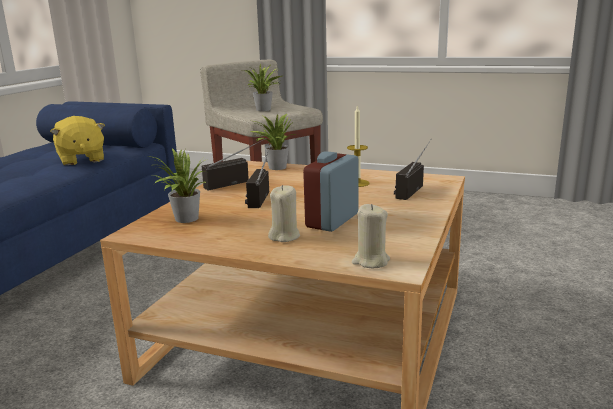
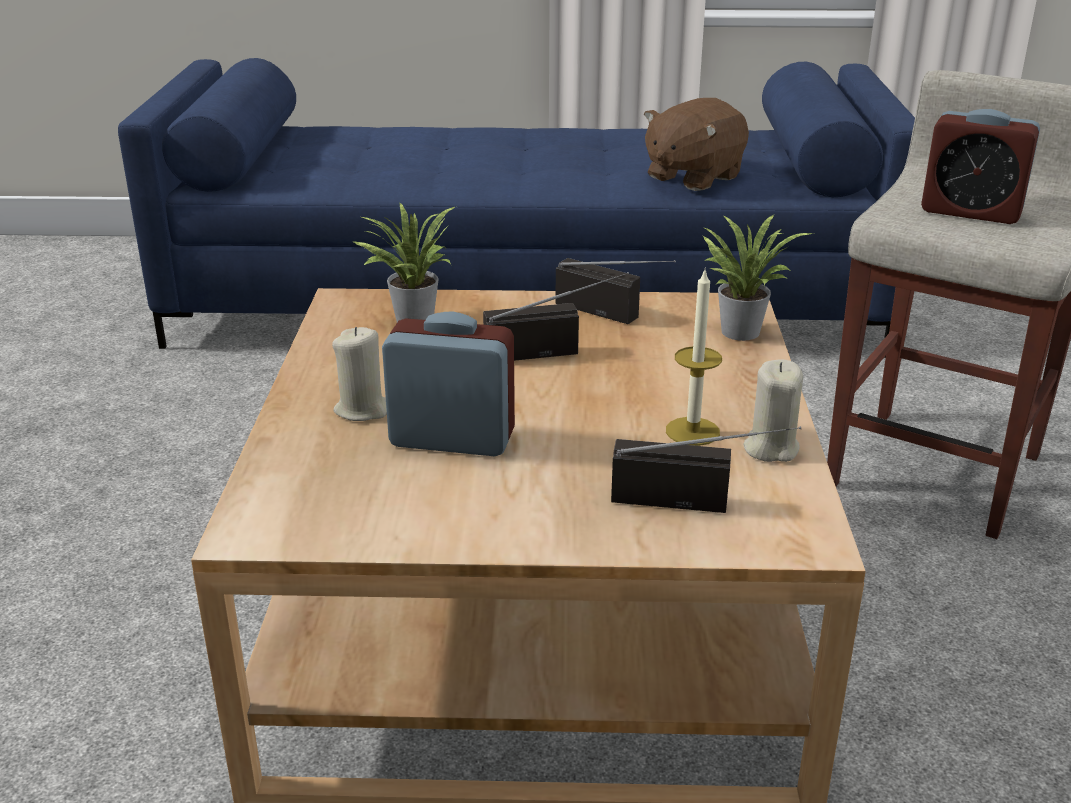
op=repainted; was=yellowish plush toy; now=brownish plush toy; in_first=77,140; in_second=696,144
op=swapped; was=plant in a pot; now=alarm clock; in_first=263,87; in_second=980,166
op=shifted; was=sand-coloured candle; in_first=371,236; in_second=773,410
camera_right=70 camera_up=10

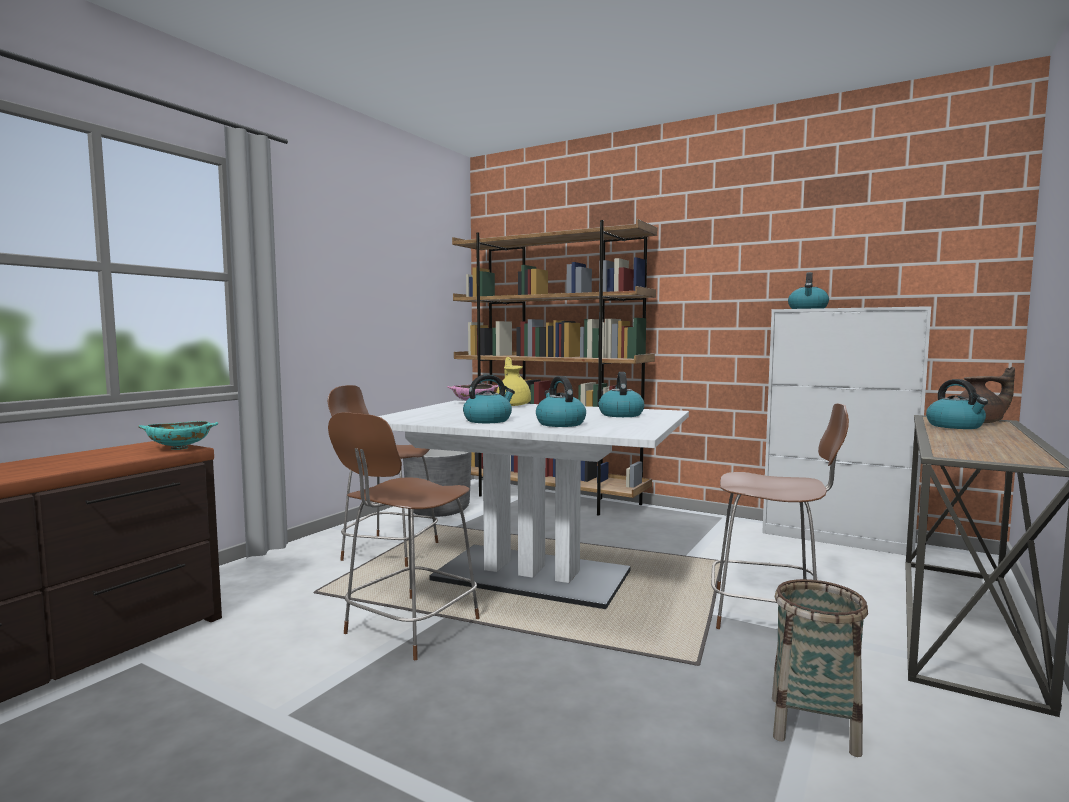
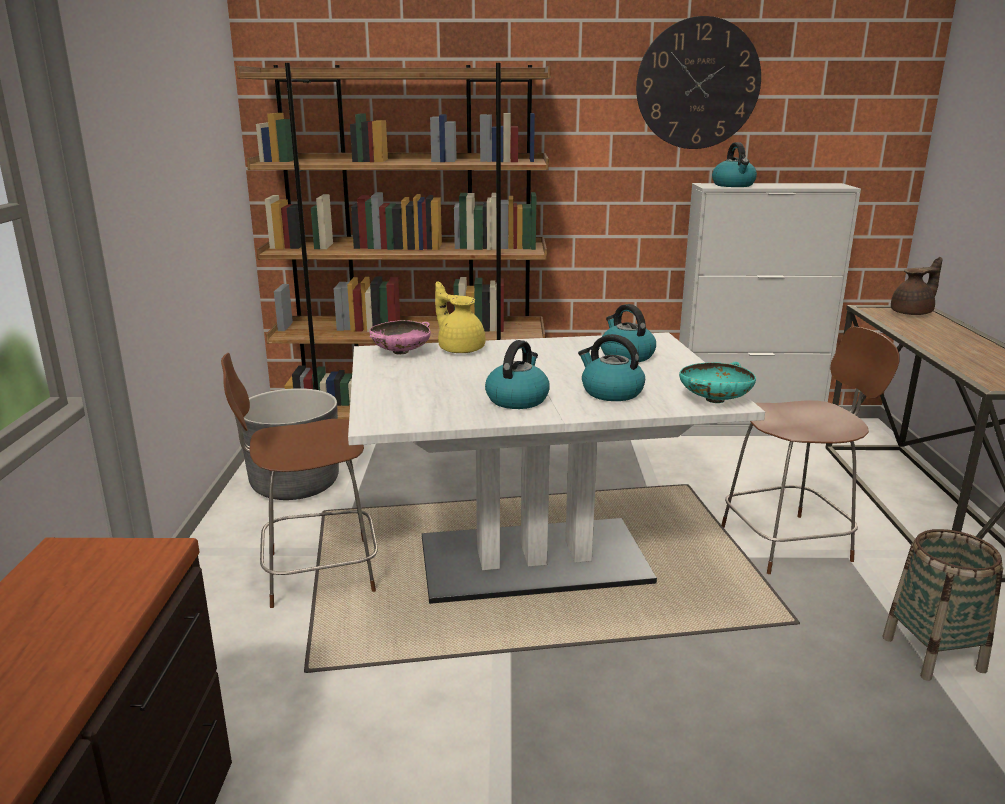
op=shifted; was=blue-green serving bowl; in_first=178,435; in_second=717,382
op=gone; was=brownish stool seat; in_first=404,536
op=gone; was=water kettle; in_first=957,404
op=new; now=clock on the wall; in_second=698,82
camera_right=-30 camera_up=15

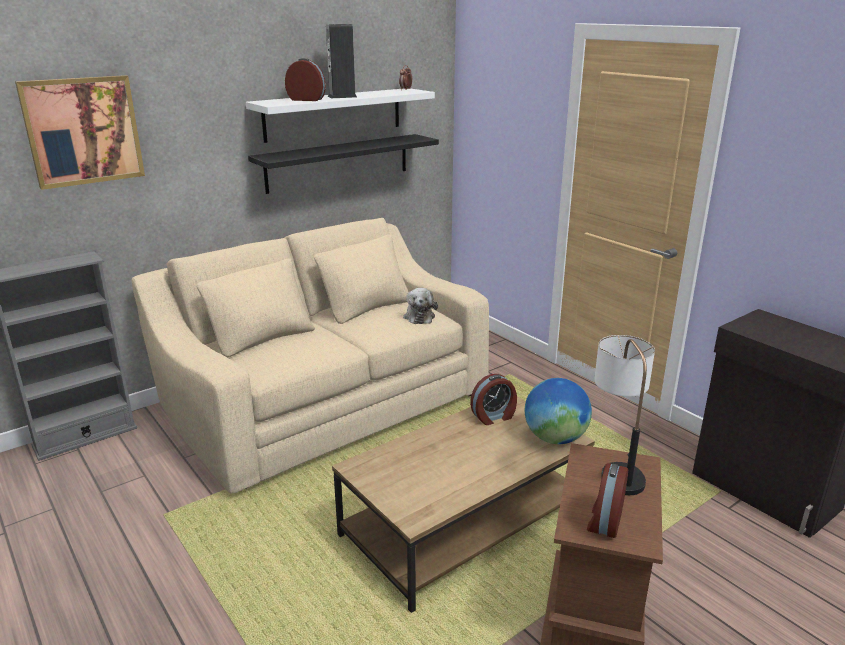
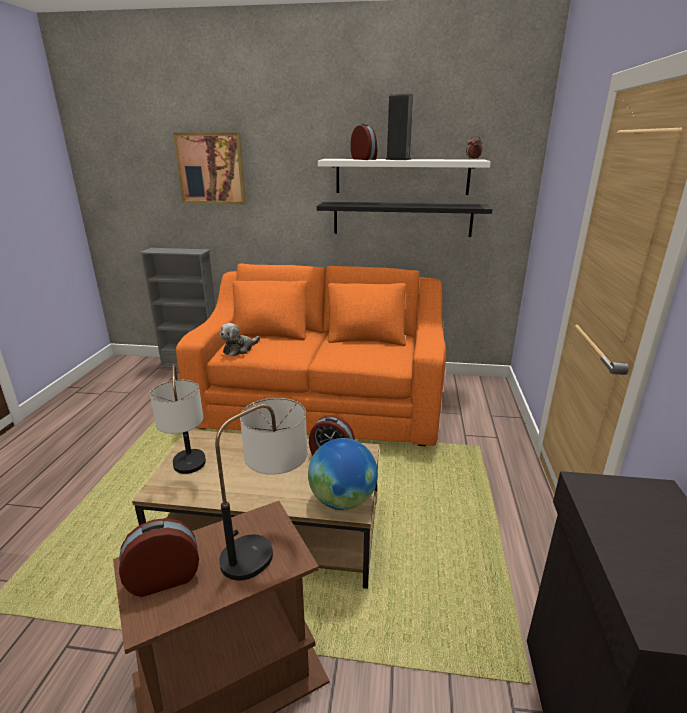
op=repainted; was=sand-coloured sofa; now=orange-coloured sofa; in_first=310,356; in_second=311,354
op=shifted; was=plush toy; in_first=420,306; in_second=240,340
op=new; now=table lamp; in_second=178,419
camera_right=45 camera_up=0

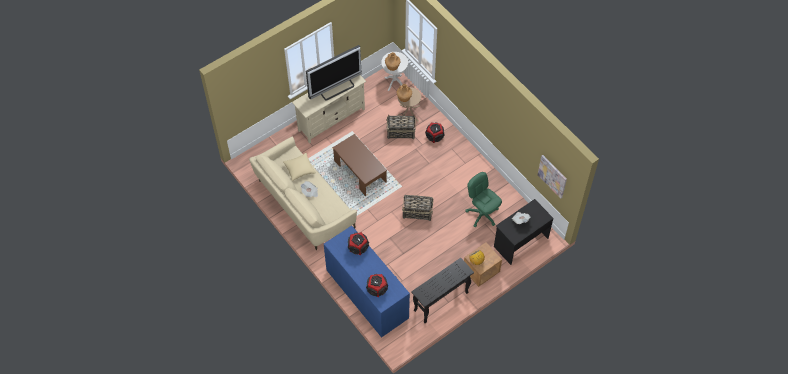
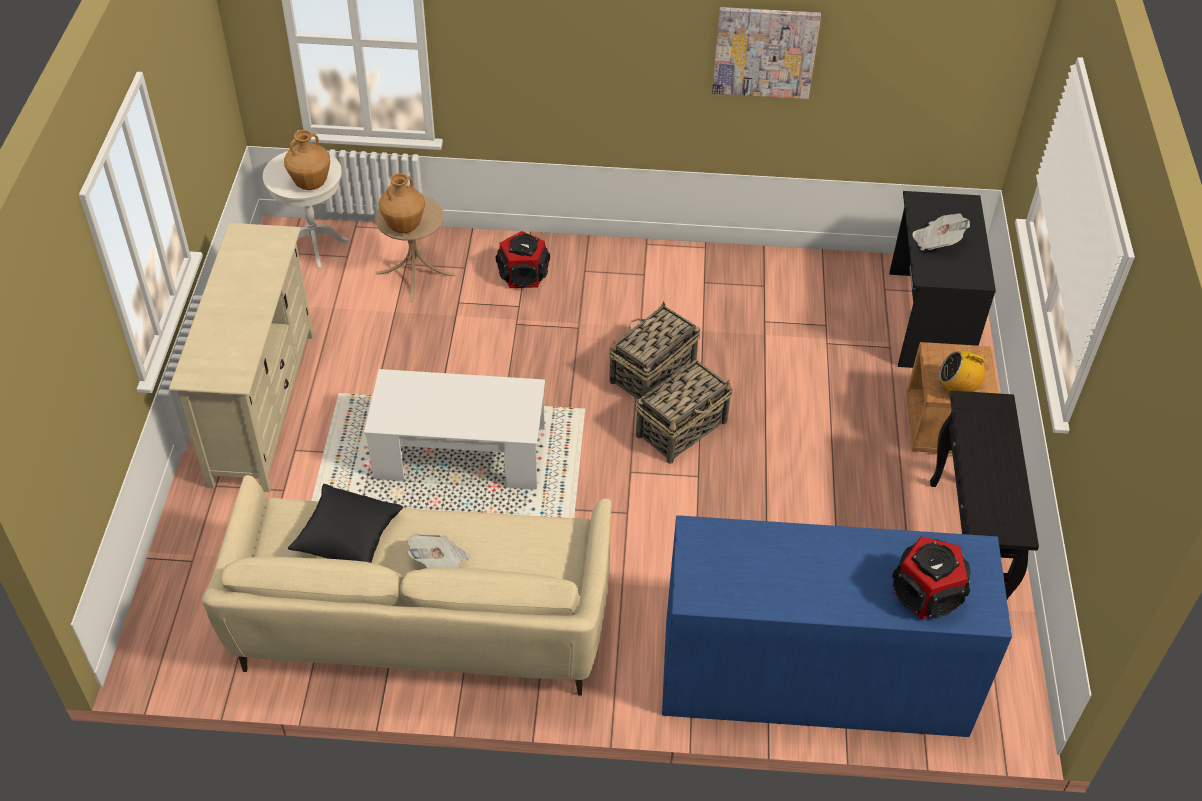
op=repainted; was=sand-coloured pillow; now=black-coloured pillow; in_first=299,167; in_second=345,523
op=gone; was=TV set; in_first=334,73
op=repainted; was=brownish coffee table; now=white-coloured coffee table; in_first=360,165; in_second=454,429
op=gone; was=loudspeaker; in_first=358,243
op=shifted; was=basket; in_first=401,126; in_second=655,350
op=gone; was=green-coloured office chair; in_first=483,199
op=shifted; was=wall picture; in_first=552,176; in_second=766,53
camera_right=-50 camera_up=-10

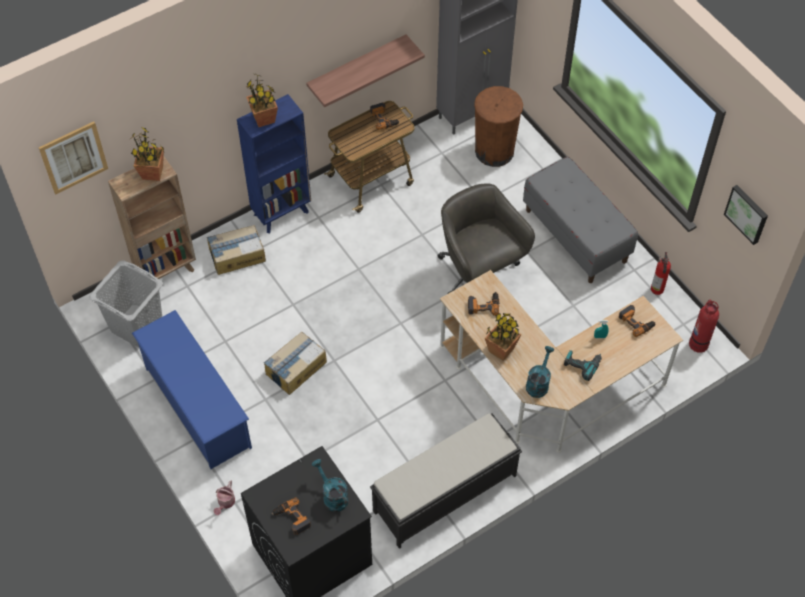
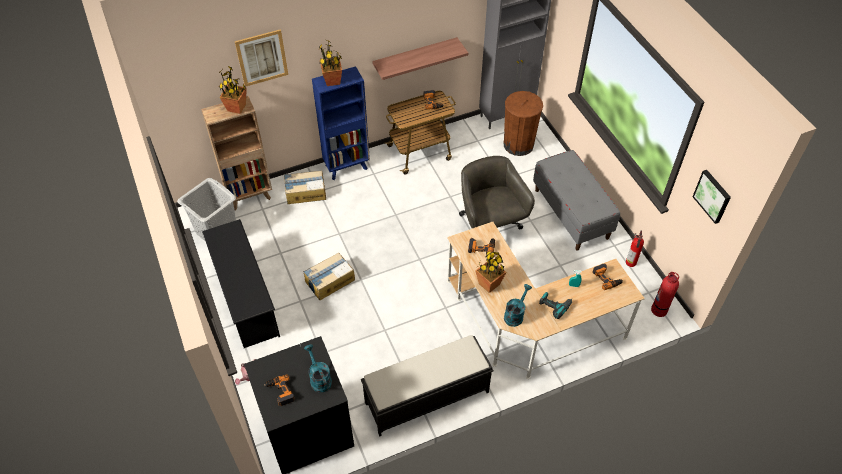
op=shifted; was=wall picture; in_first=73,158; in_second=261,58
op=repainted; was=blue shoe stand; now=black-coloured shoe stand; in_first=192,389; in_second=241,283
camera_right=10 camera_up=-5

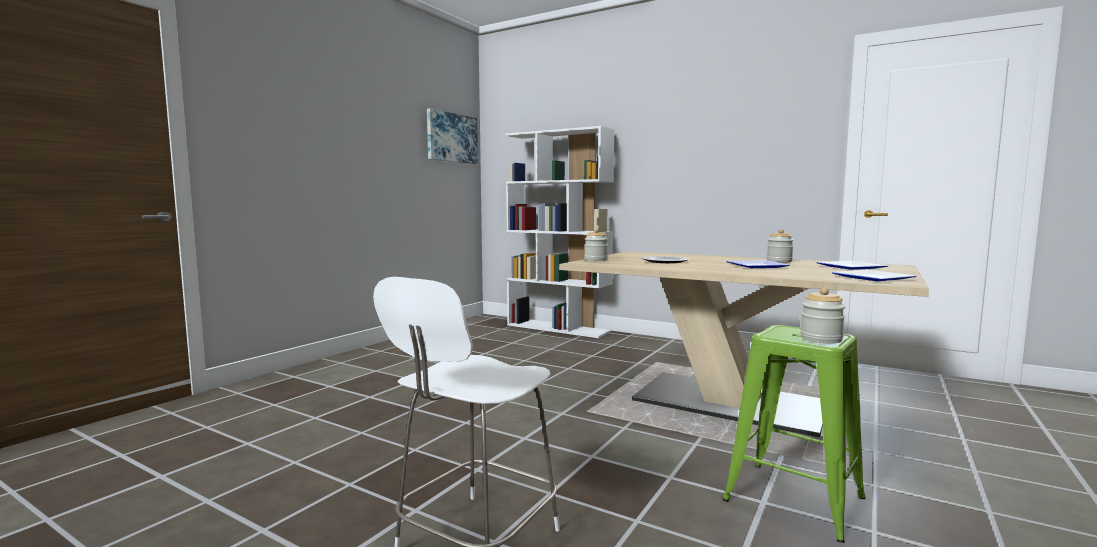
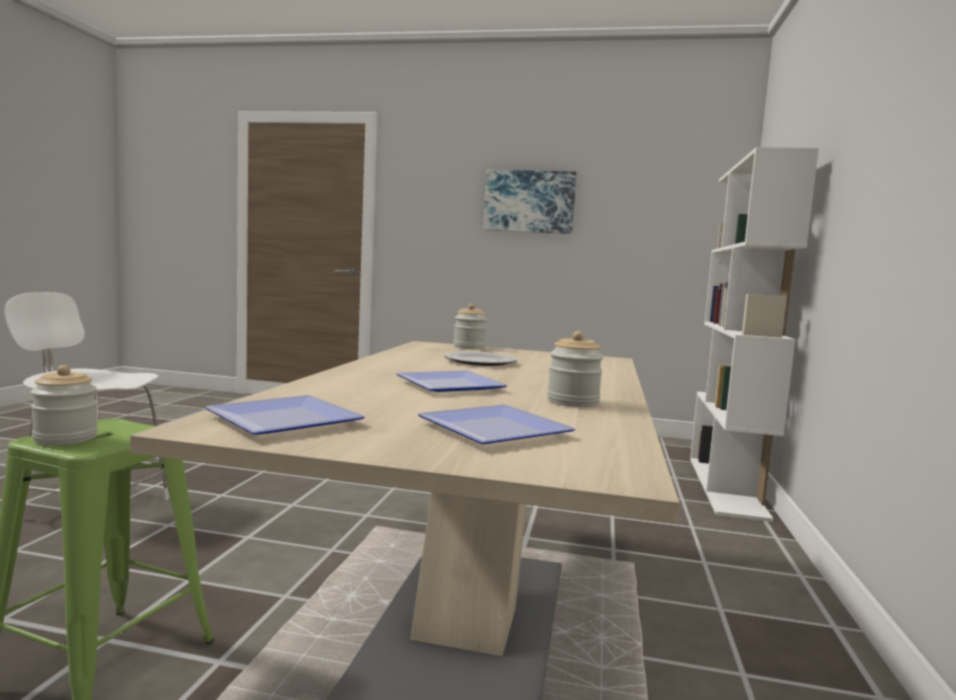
op=shifted; was=wall picture; in_first=452,136; in_second=529,201
camera_right=70 camera_up=0

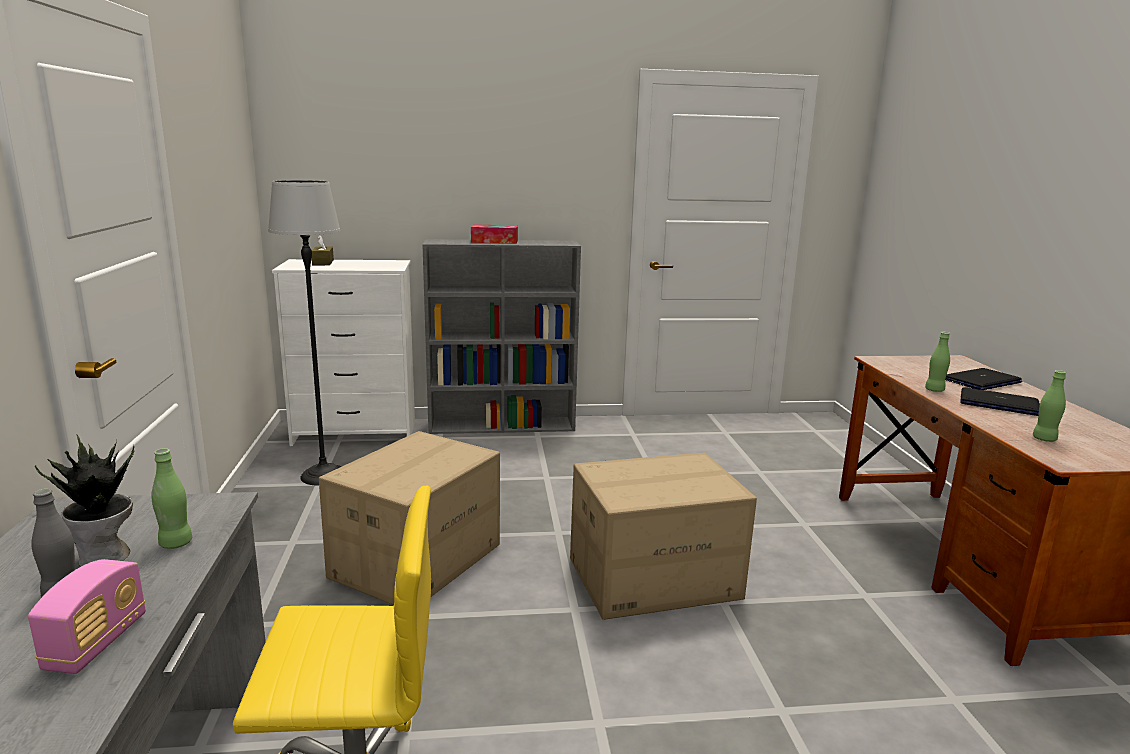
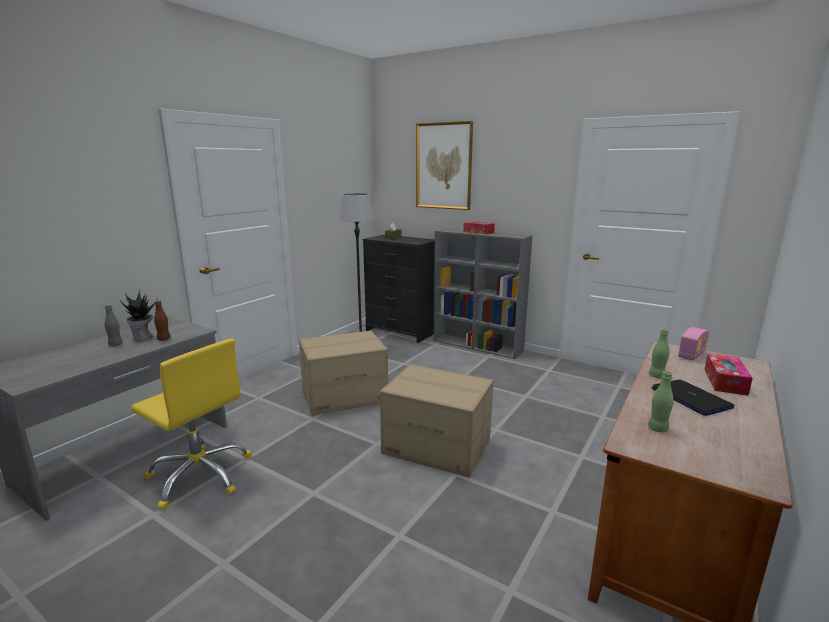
op=shifted; was=radio set; in_first=87,616; in_second=693,343
op=repainted; was=green-coloured beverage bottle; now=brownish beverage bottle; in_first=171,498; in_second=162,320
op=repainted; was=white-coloured chest of drawers; now=black-coloured chest of drawers; in_first=343,352; in_second=398,289
op=swapped; was=portable computer; now=box of tissues; in_first=983,379; in_second=728,375
op=new; now=wall picture; in_second=444,165
camera_right=40 camera_up=0

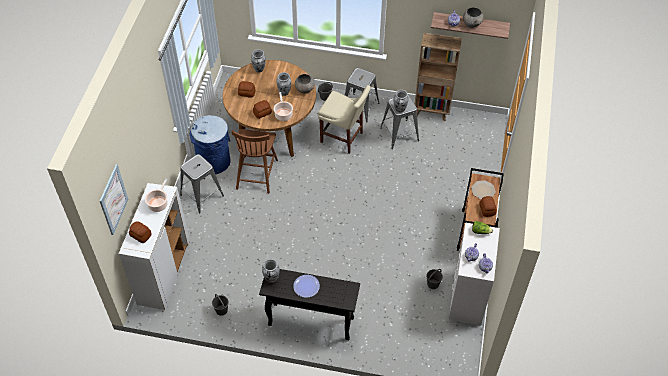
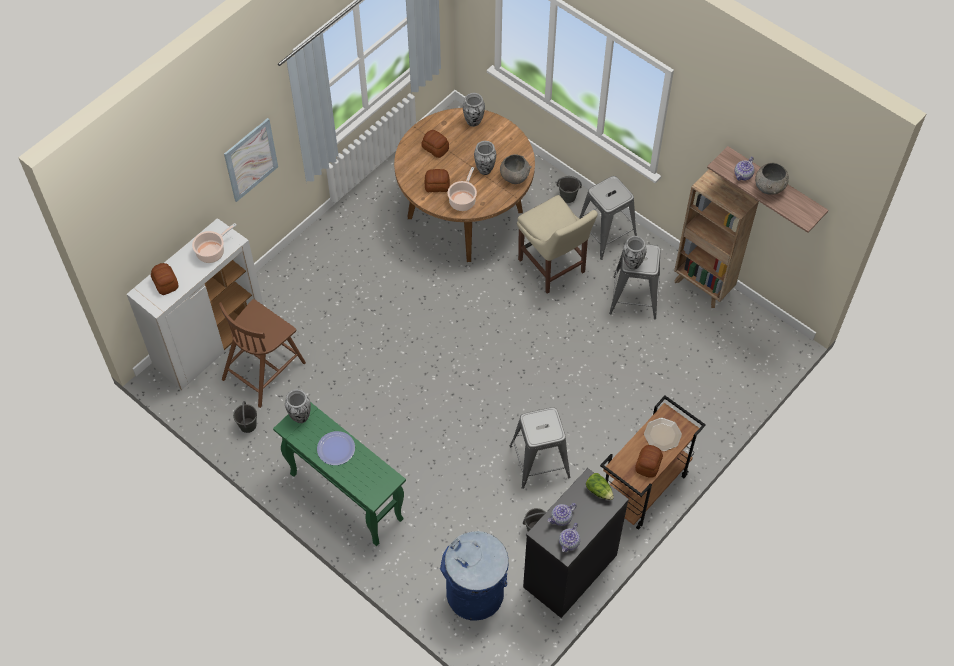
op=shifted; was=wall picture; in_first=114,199; in_second=251,160
op=shifted; was=grey stool seat; in_first=202,183; in_second=540,448
op=shifted; was=blue waste bin; in_first=210,144; in_second=474,576
op=shifted; was=brownish upright chair; in_first=255,161; in_second=262,353
op=repainted; was=black-coloured narrow table; now=green-coloured narrow table; in_first=309,304; in_second=339,474
op=repainted; was=white-coloured chest of drawers; now=black-coloured chest of drawers; in_first=474,274; in_second=576,543
camera_right=30 camera_up=5

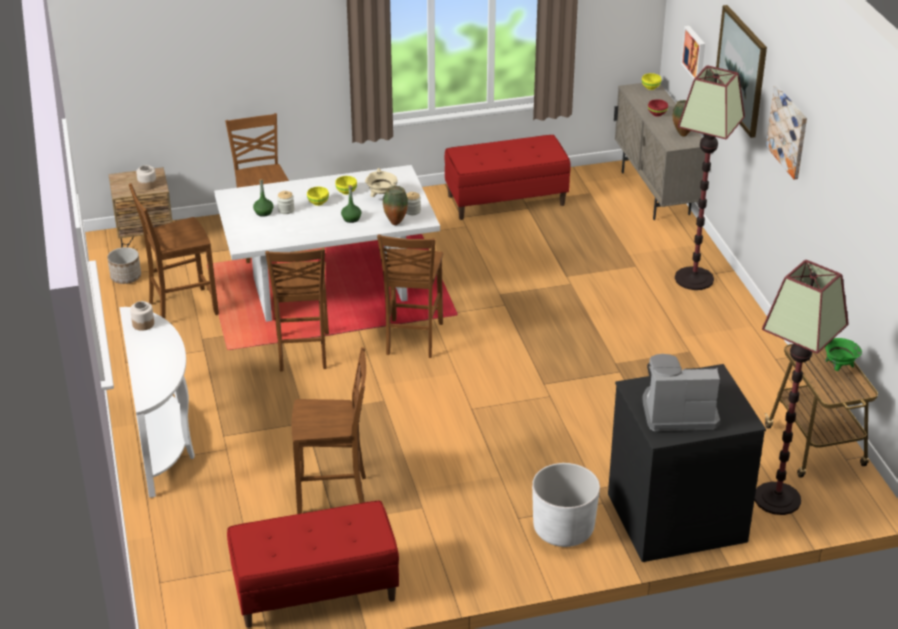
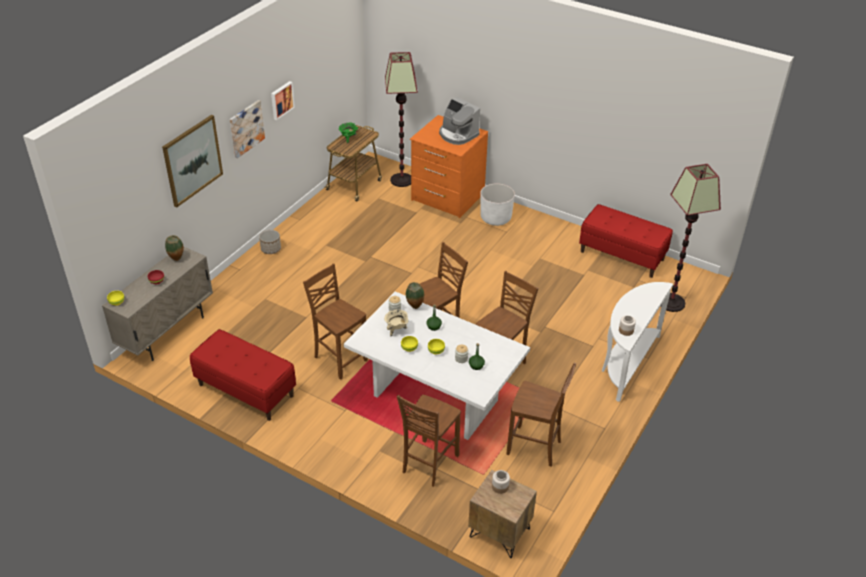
op=shifted; was=planter; in_first=124,265; in_second=270,242
op=shifted; was=brownish upright chair; in_first=329,430; in_second=335,321
op=repainted; was=black-coloured chest of drawers; now=orange-coloured chest of drawers; in_first=687,463; in_second=449,166
op=shifted; was=standing lamp; in_first=710,177; in_second=690,238
op=shifted; was=wall picture; in_first=693,52; in_second=283,100
camera_right=-135 camera_up=5

